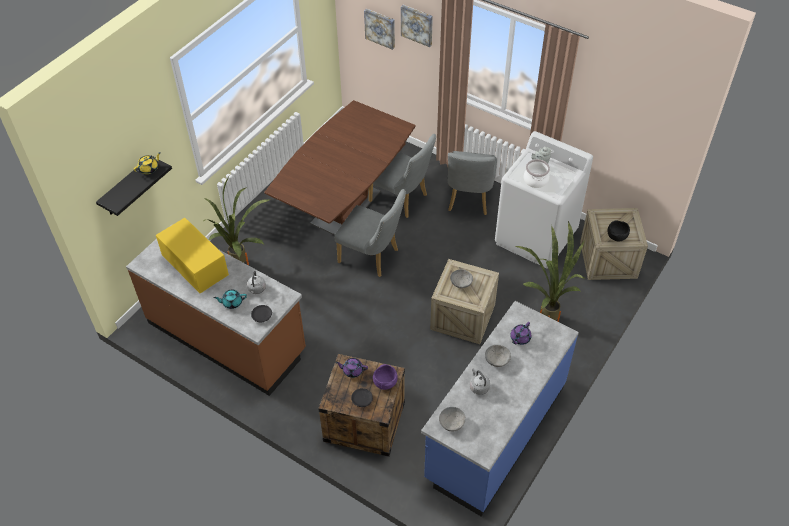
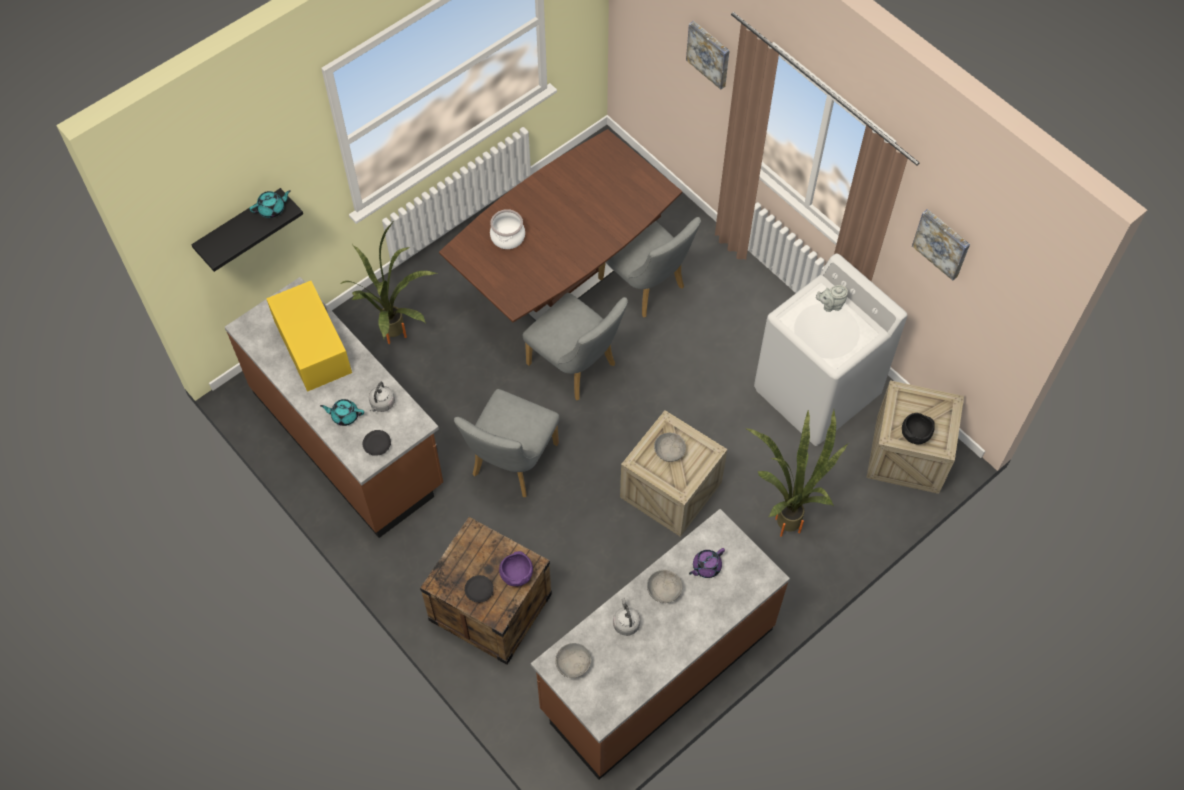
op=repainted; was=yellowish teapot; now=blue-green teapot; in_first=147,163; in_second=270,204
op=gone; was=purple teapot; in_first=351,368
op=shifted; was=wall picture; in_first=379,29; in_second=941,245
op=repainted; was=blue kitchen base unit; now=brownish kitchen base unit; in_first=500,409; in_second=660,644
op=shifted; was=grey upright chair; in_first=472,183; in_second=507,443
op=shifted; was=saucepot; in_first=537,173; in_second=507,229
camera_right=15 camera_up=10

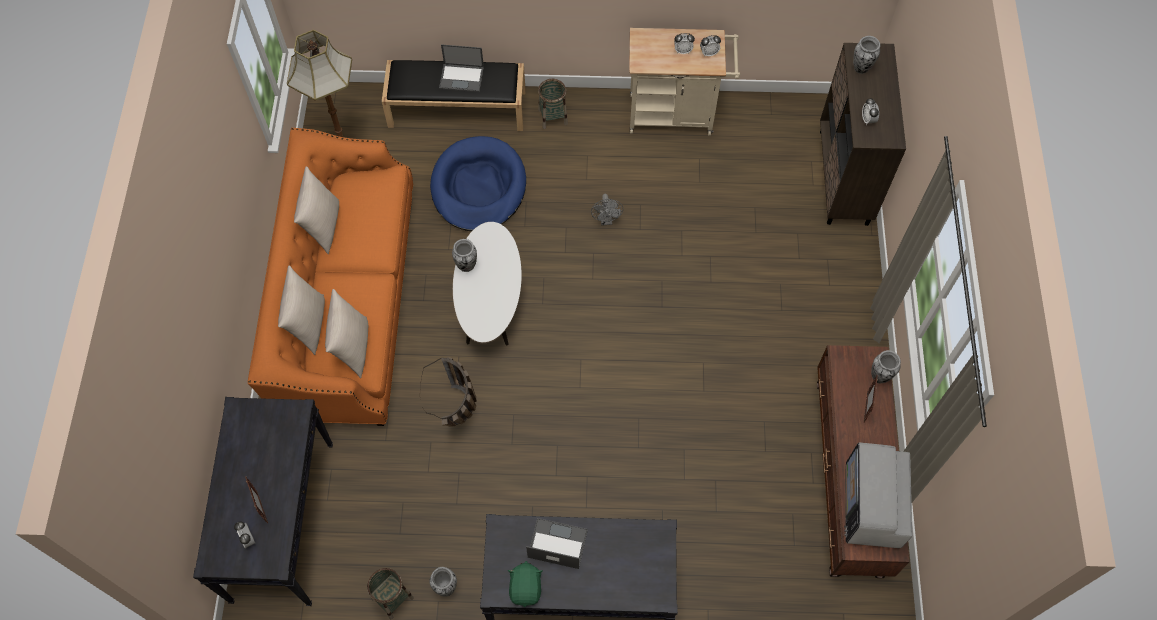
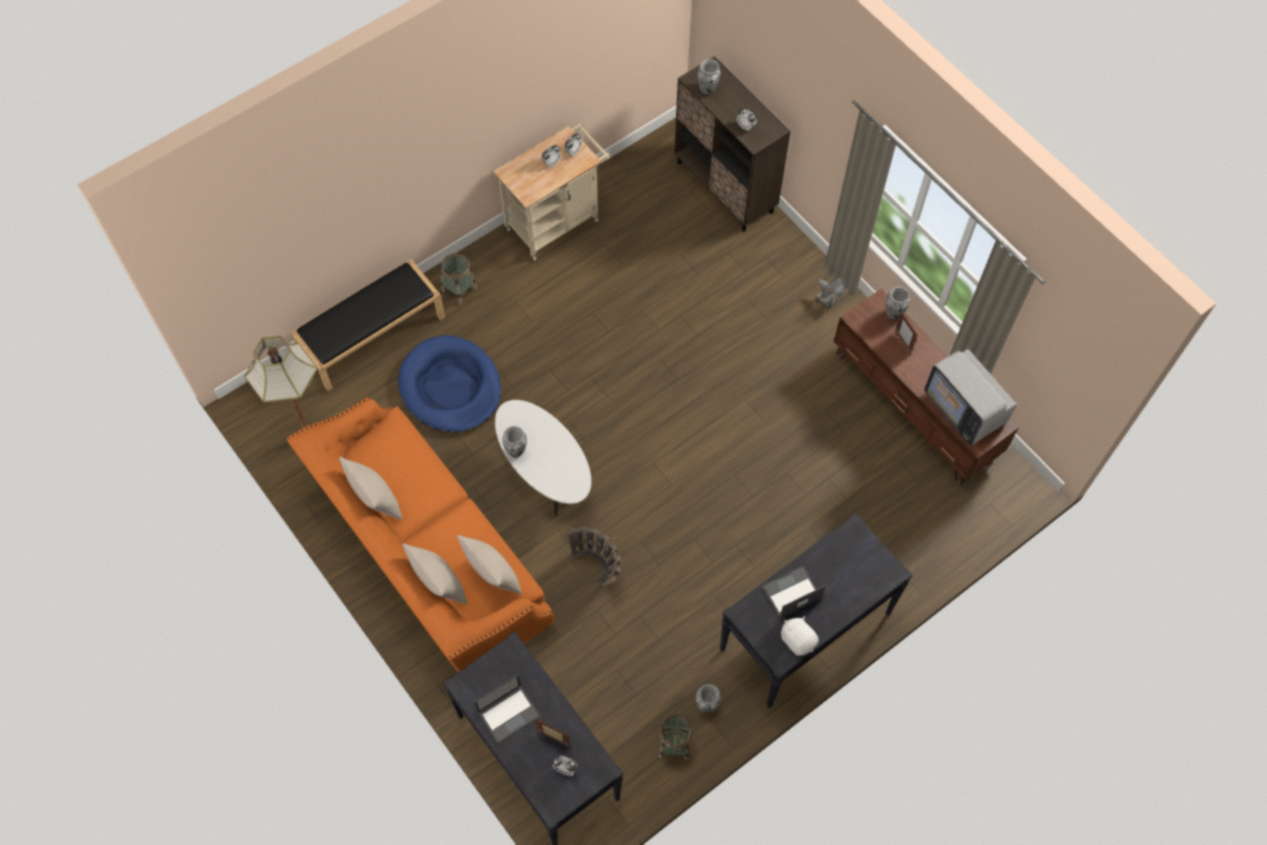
op=shifted; was=portable computer; in_first=461,68; in_second=507,709
op=repainted; was=green-coloured plush toy; now=white-coloured plush toy; in_first=525,584; in_second=800,636
op=shifted; was=grey fan; in_first=607,209; in_second=831,293
camera_right=-40 camera_up=0

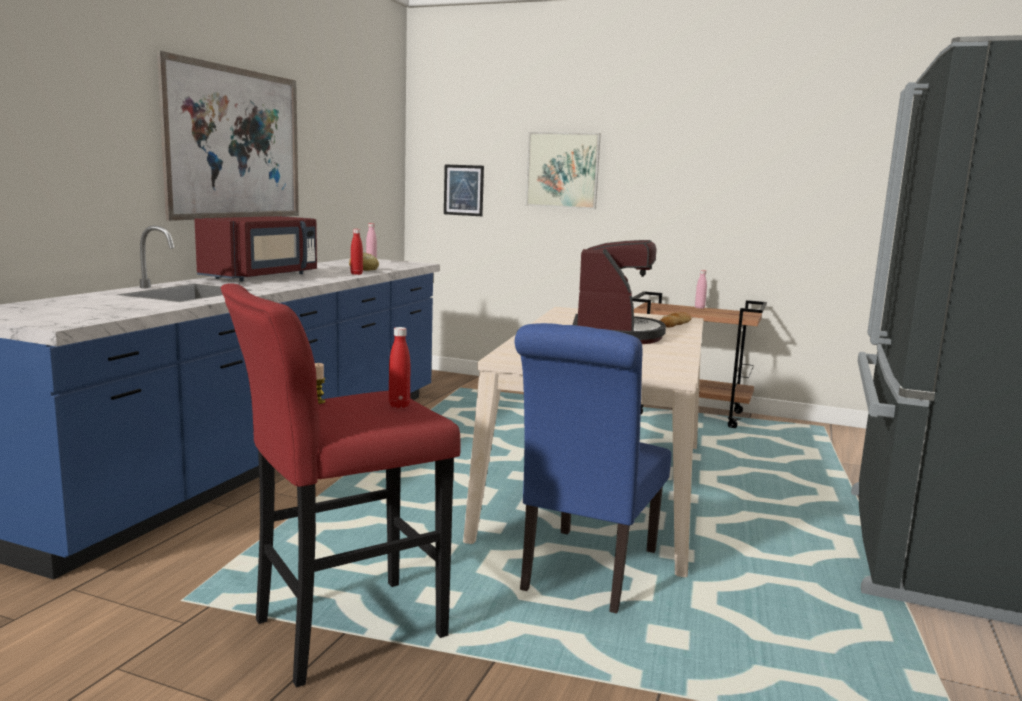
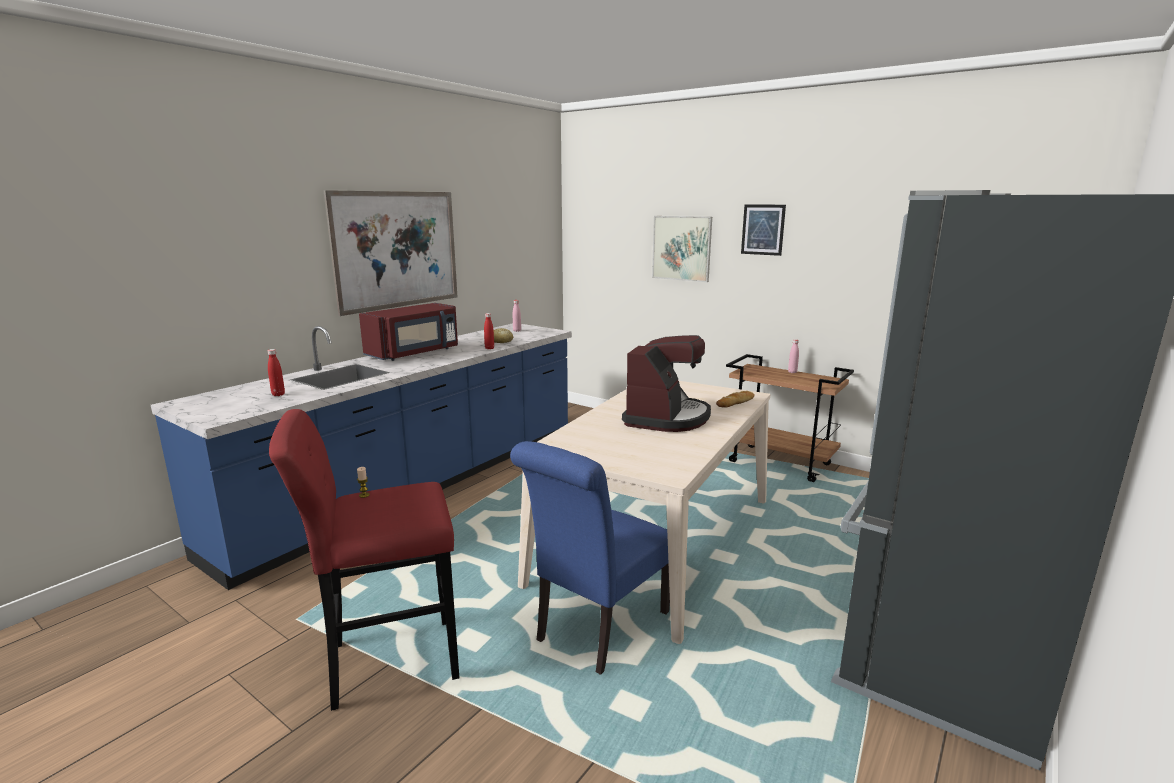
op=shifted; was=red beverage bottle; in_first=399,367; in_second=276,372
op=shifted; was=wall picture; in_first=464,190; in_second=763,230
camera_right=15 camera_up=5

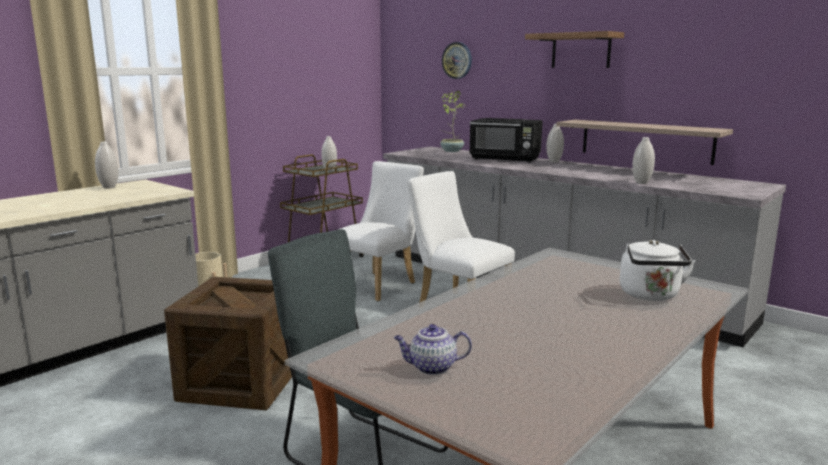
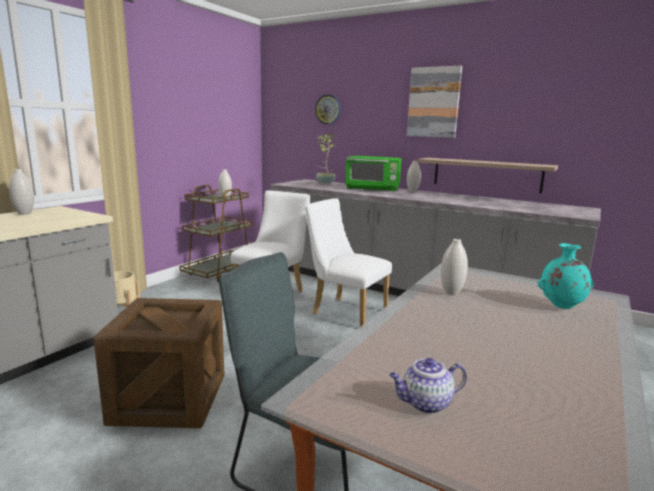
op=repainted; was=black-coloured kitchen microwave; now=green-coloured kitchen microwave; in_first=506,140; in_second=373,174
op=swapped; was=bracket shelf; now=wall picture; in_first=574,49; in_second=434,102
op=swapped; was=white-coloured water kettle; now=blue-green decorative vase; in_first=657,270; in_second=565,276
op=shifted; was=white-coloured decorative vase; in_first=643,160; in_second=454,267
camera_right=-10 camera_up=0

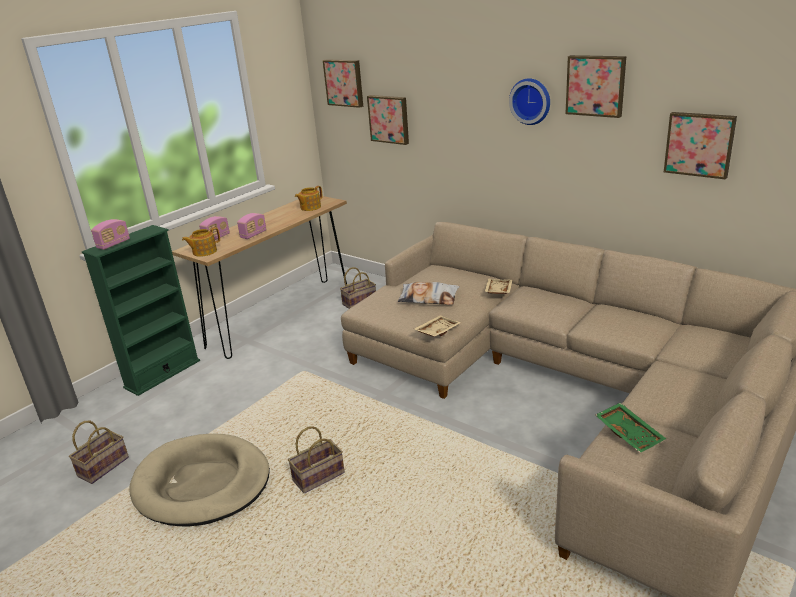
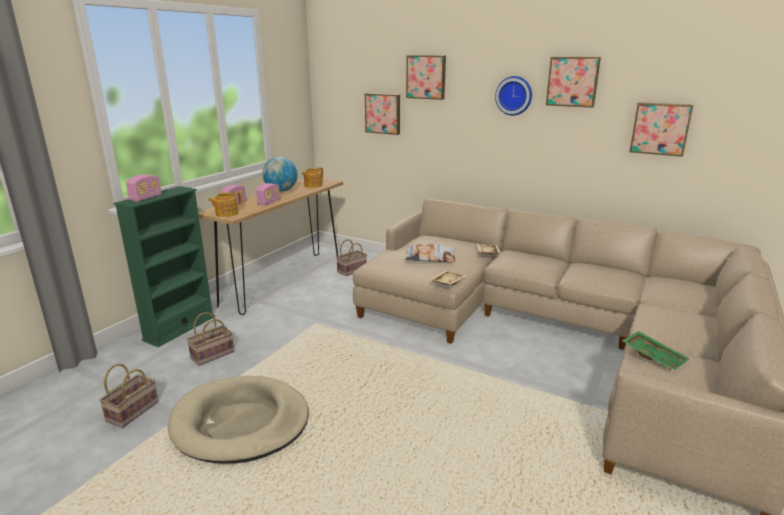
op=shifted; was=basket; in_first=316,459; in_second=210,339
op=shifted; was=wall picture; in_first=343,83; in_second=426,77
op=new; now=world globe; in_second=280,174
camera_right=-10 camera_up=-5

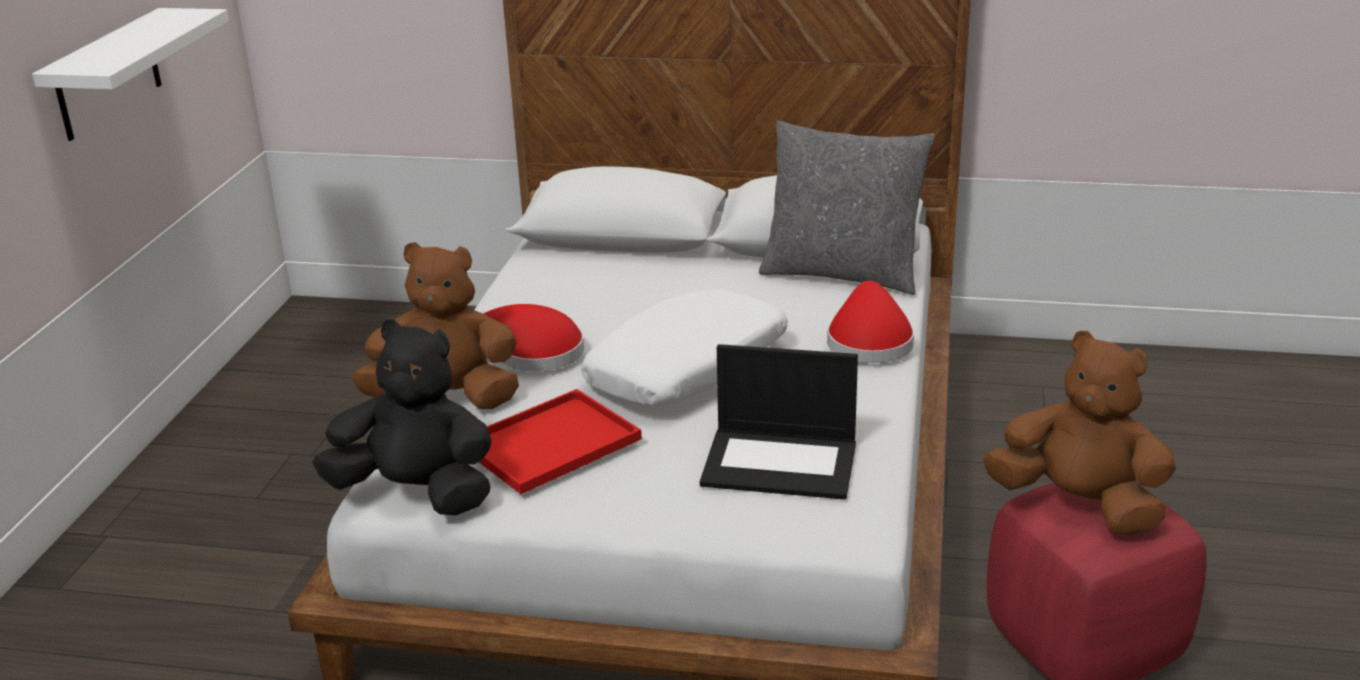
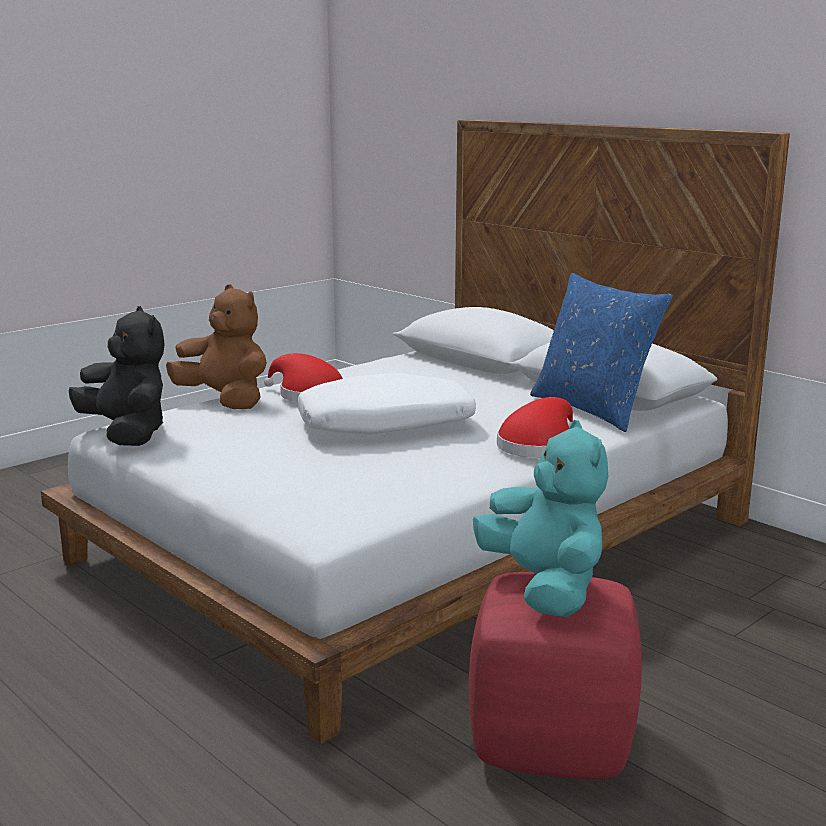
op=gone; was=white-coloured bracket shelf; in_first=130,74
op=gone; was=red serving tray; in_first=560,441
op=gone; was=portable computer; in_first=779,422
op=repainted; was=grey pillow; now=blue pillow; in_first=847,208; in_second=601,352
op=repainted; was=brownish plush toy; now=blue-green plush toy; in_first=1079,433; in_second=540,518
camera_right=35 camera_up=-10

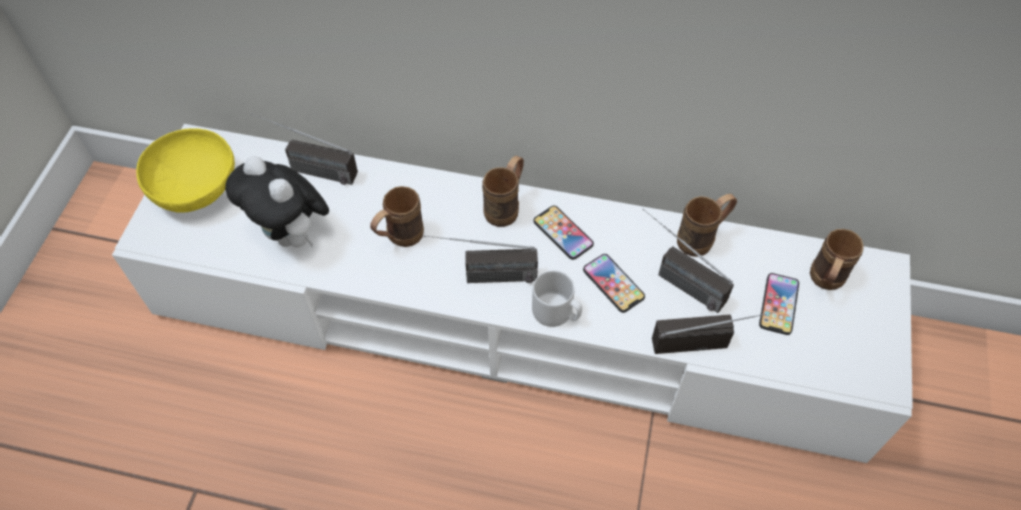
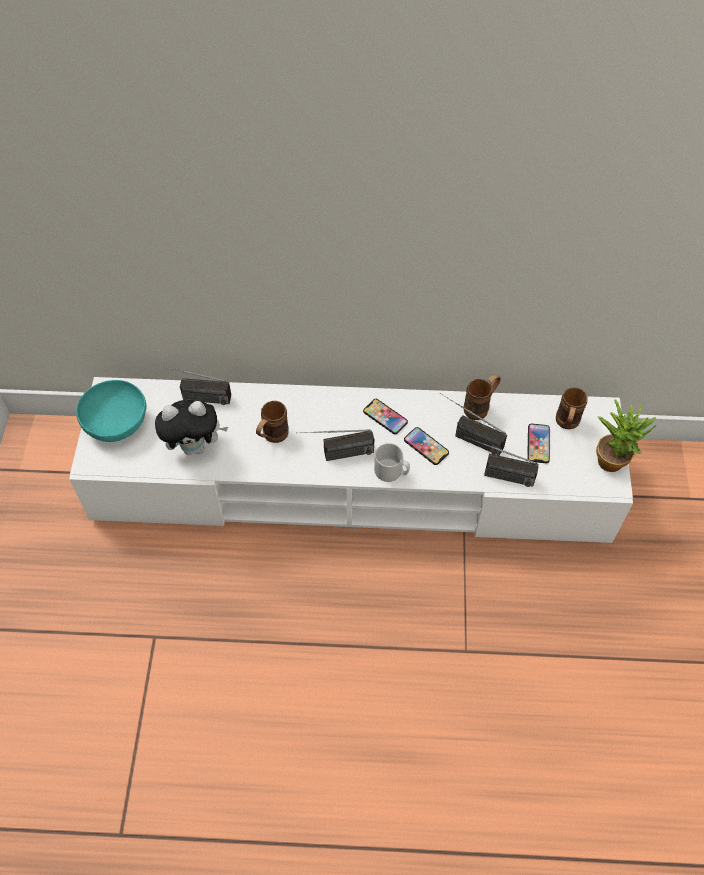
op=repainted; was=yellowish serving bowl; now=blue-green serving bowl; in_first=185,170; in_second=111,411
op=rotated; was=plush toy; in_first=277,201; in_second=191,427; clockwise=-45
op=gone; was=brownish coffee mug; in_first=503,191
op=rotated; was=radio set; in_first=717,332; in_second=501,461; clockwise=-150
op=new; now=plant in a pot; in_second=626,435
camera_right=-10 camera_up=0

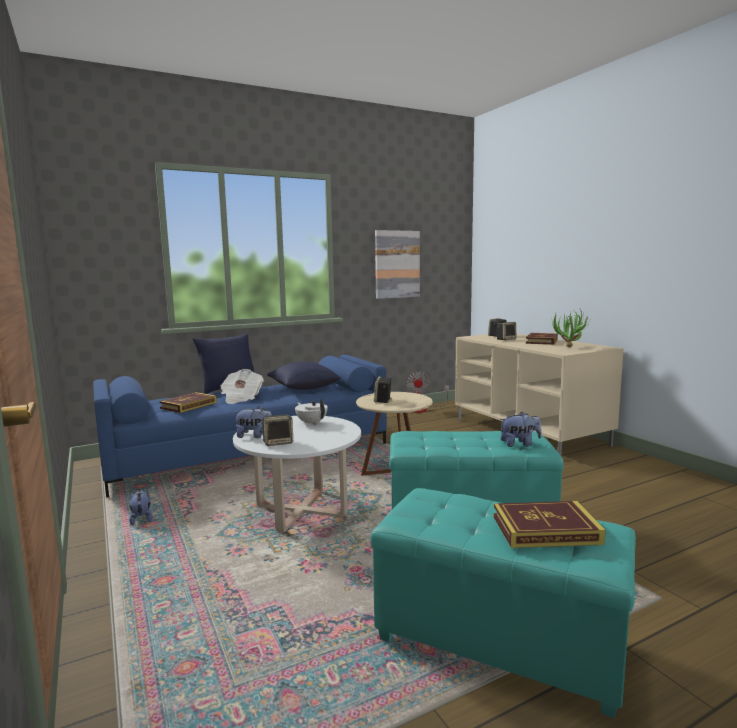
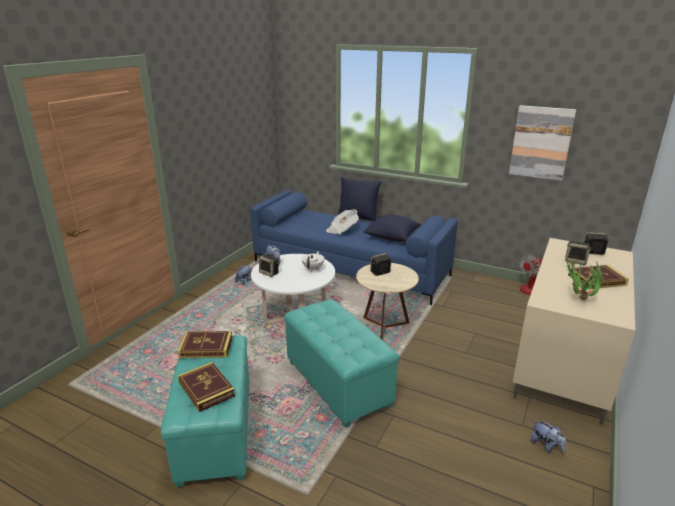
op=shifted; was=volume; in_first=188,402; in_second=205,344
op=shifted; was=plush toy; in_first=521,429; in_second=548,436
camera_right=55 camera_up=15

